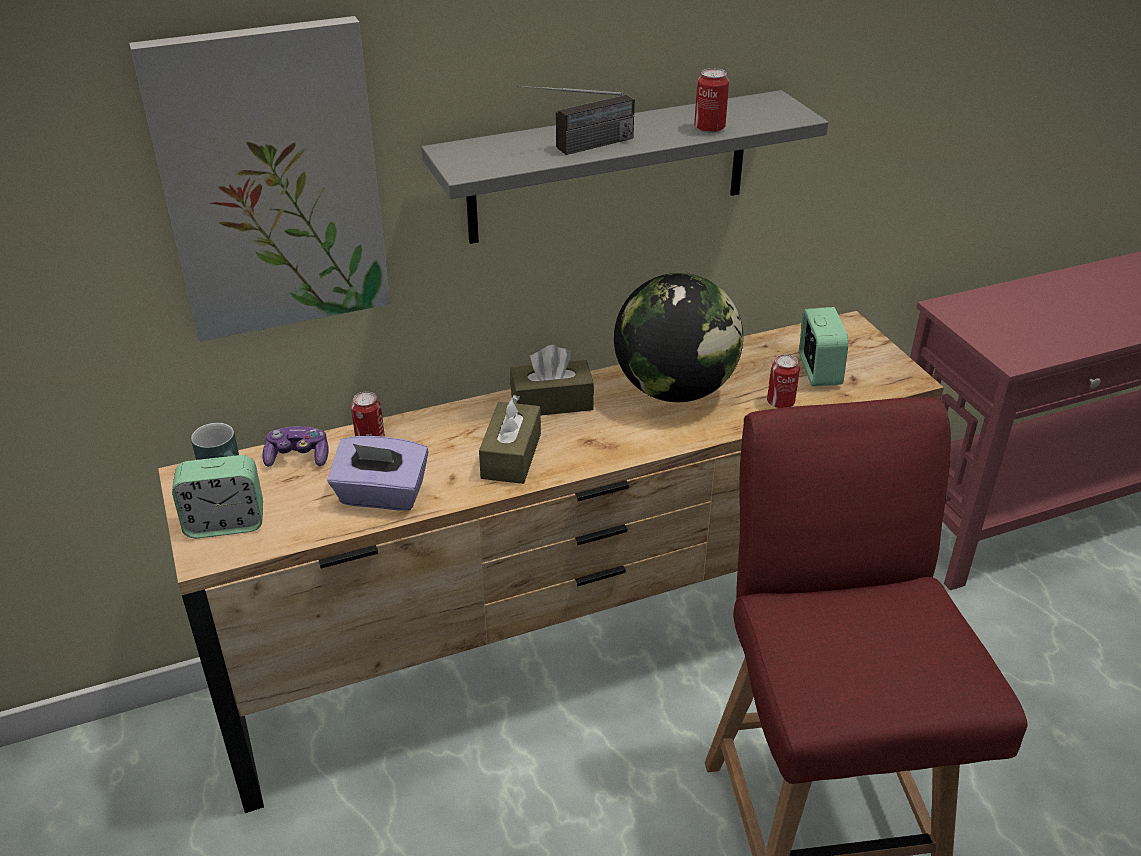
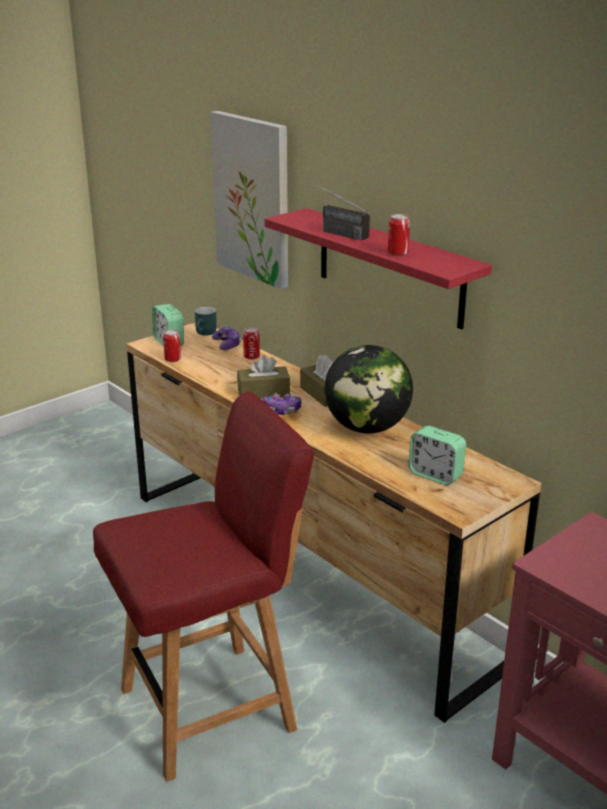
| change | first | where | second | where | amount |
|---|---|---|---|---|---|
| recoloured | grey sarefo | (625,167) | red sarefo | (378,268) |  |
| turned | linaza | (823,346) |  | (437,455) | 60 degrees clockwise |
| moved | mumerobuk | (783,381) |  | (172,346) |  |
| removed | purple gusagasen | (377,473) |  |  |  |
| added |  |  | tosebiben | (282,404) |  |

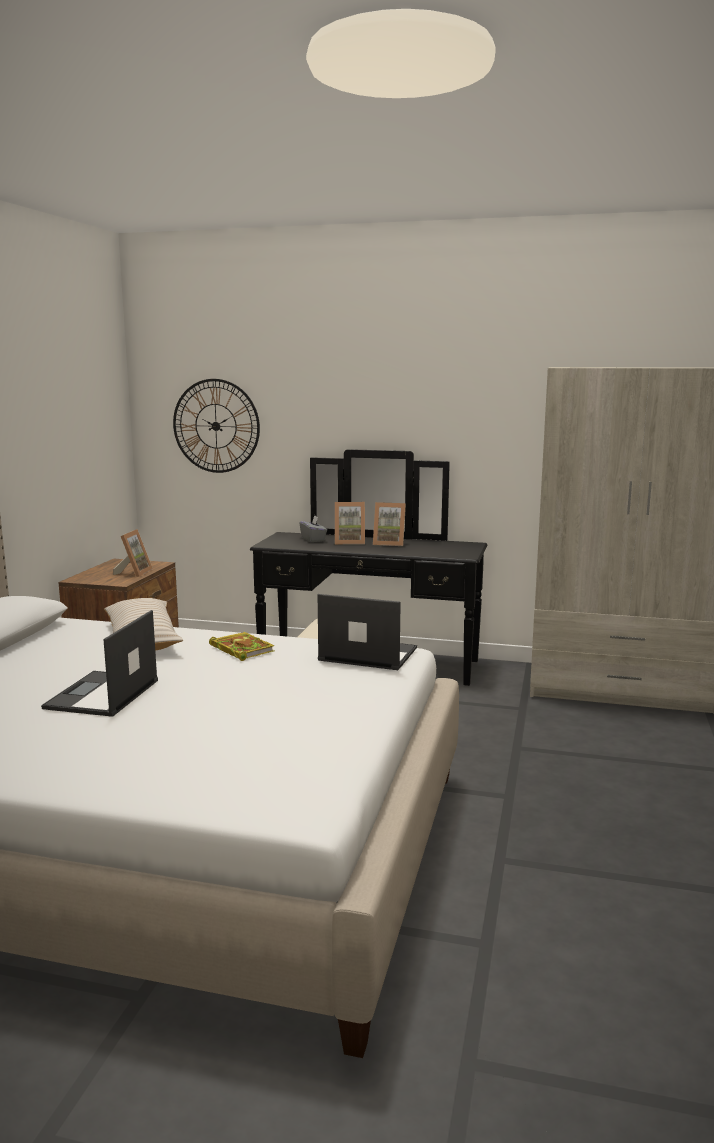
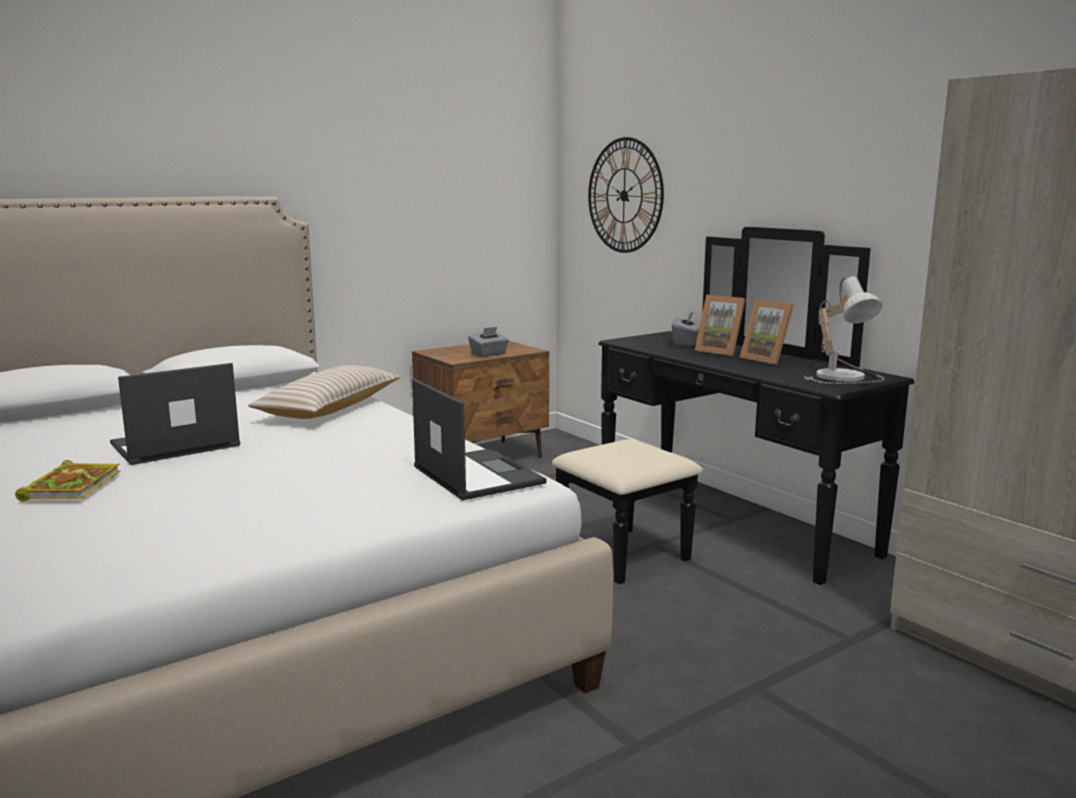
| change | first | where | second | where | amount |
|---|---|---|---|---|---|
| replaced | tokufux | (133,553) | grey gusagasen | (488,342) |  |
| moved | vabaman | (241,646) |  | (67,481) |  |
| added |  |  | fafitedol | (844,330) |  |

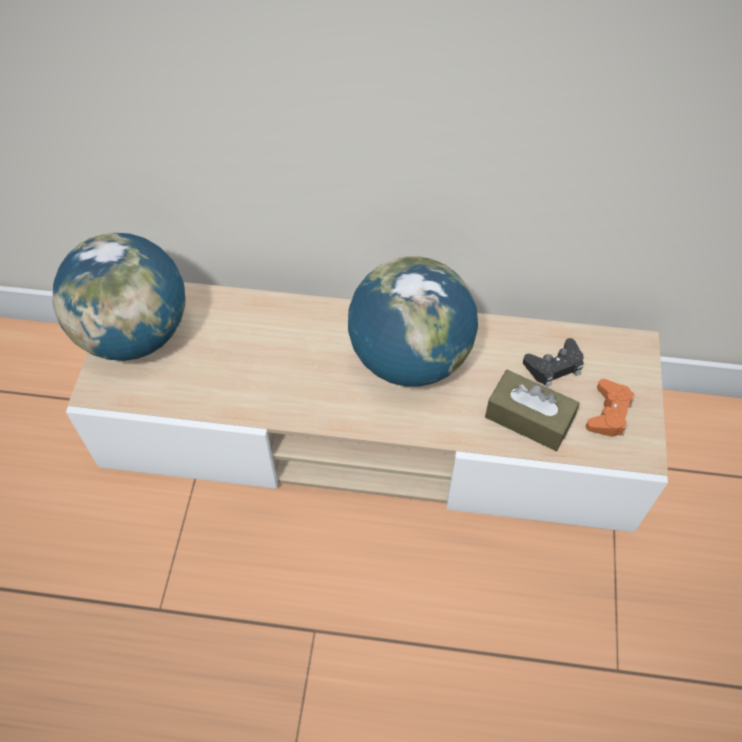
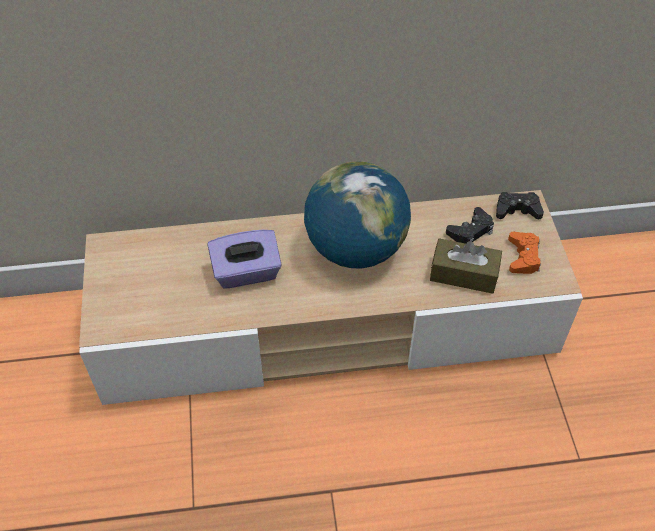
| change | first | where | second | where | amount |
|---|---|---|---|---|---|
| removed | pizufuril | (119,297) |  |  |  |
| added |  |  | black tosebiben | (520,205) |  |
| added |  |  | purple gusagasen | (245,259) |  |

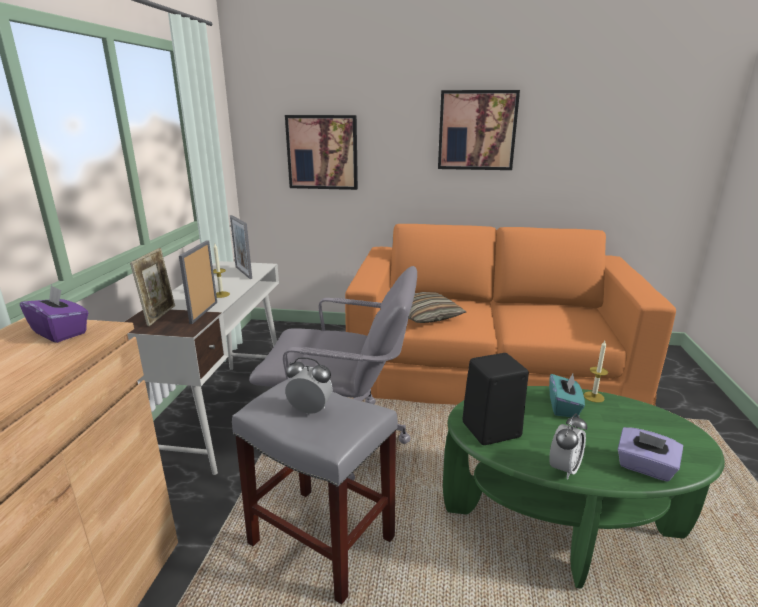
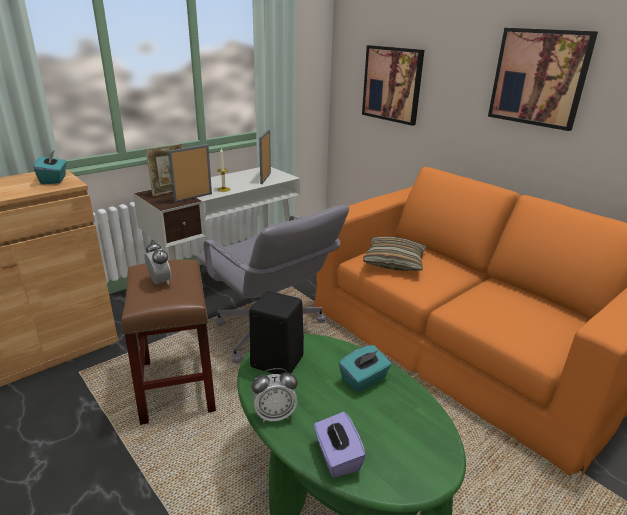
| change | first | where | second | where | amount |
|---|---|---|---|---|---|
| recoloured | purple gusagasen | (54,314) | turquoise gusagasen | (50,167) |  |
| removed | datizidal | (596,372) |  |  |  |
| recoloured | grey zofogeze | (315,491) | brown zofogeze | (169,342) |  |

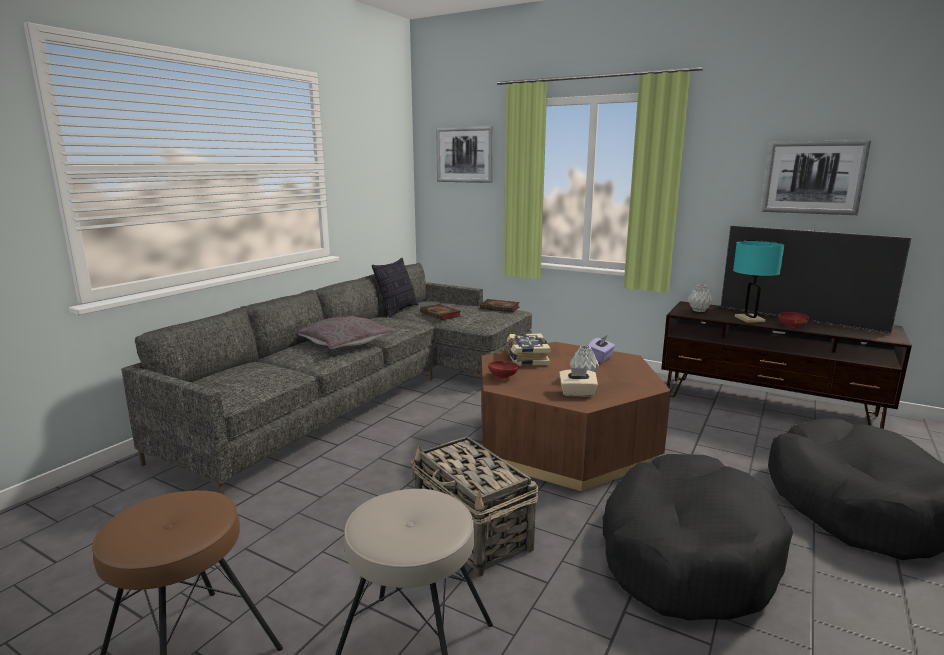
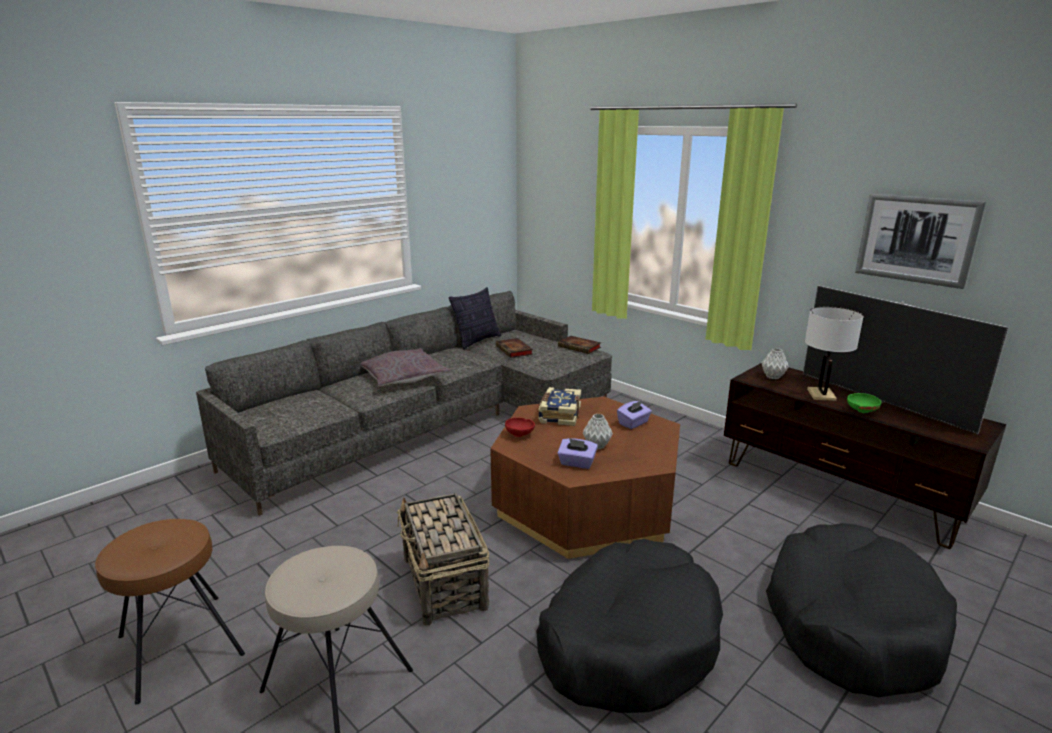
| change | first | where | second | where | amount |
|---|---|---|---|---|---|
| removed | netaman | (465,154) |  |  |  |
| recoloured | turquoise fafitedol | (758,281) | white fafitedol | (834,354) |  |
| recoloured | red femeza | (794,320) | green femeza | (864,403) |  |
| recoloured | beige gusagasen | (578,382) | purple gusagasen | (578,453) |  |

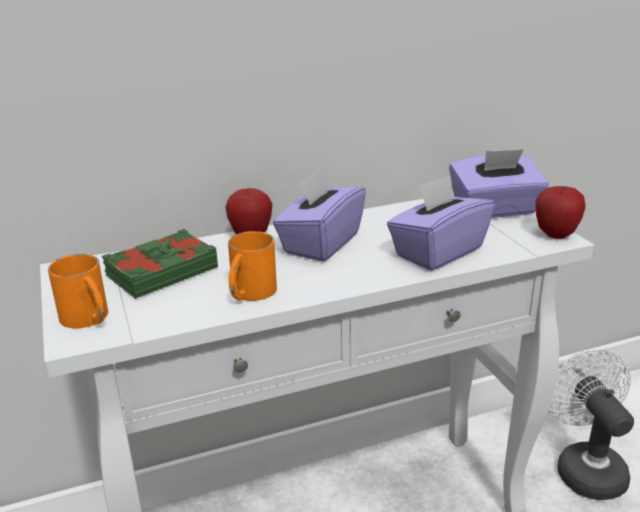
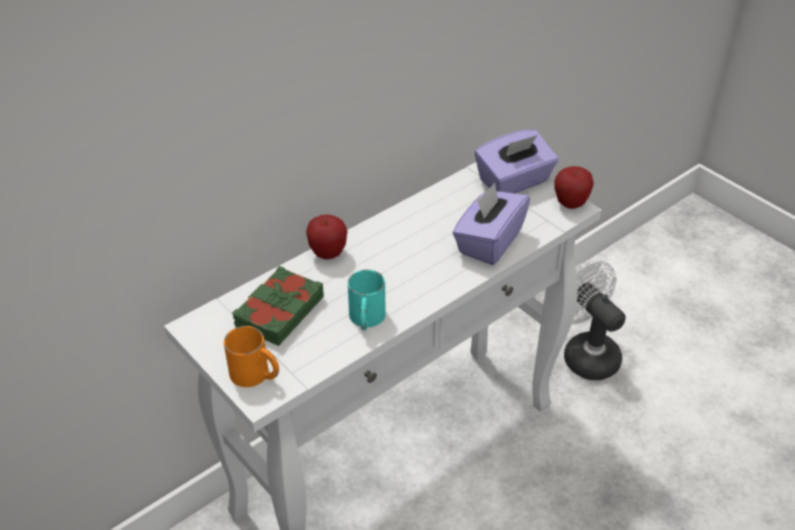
| change | first | where | second | where | amount |
|---|---|---|---|---|---|
| removed | purple gusagasen | (319,215) |  |  |  |
| recoloured | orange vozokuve | (252,266) | turquoise vozokuve | (367,300) |  |

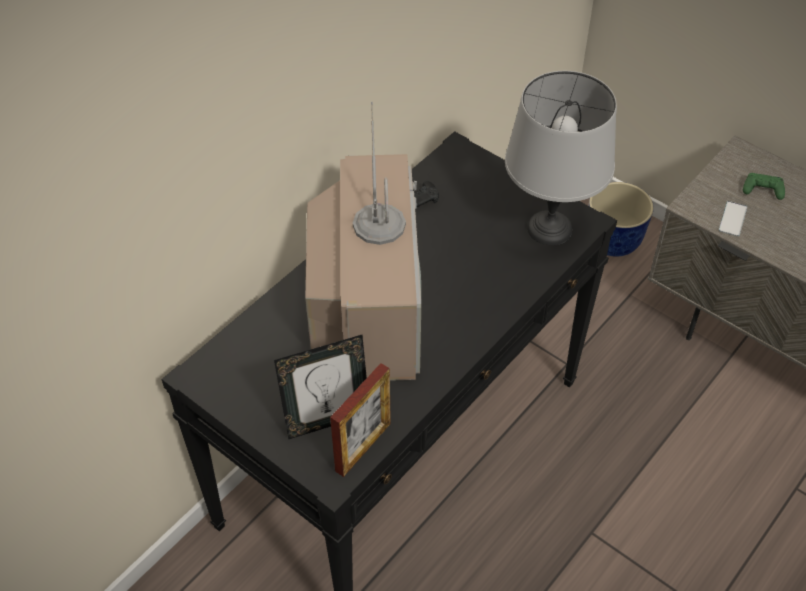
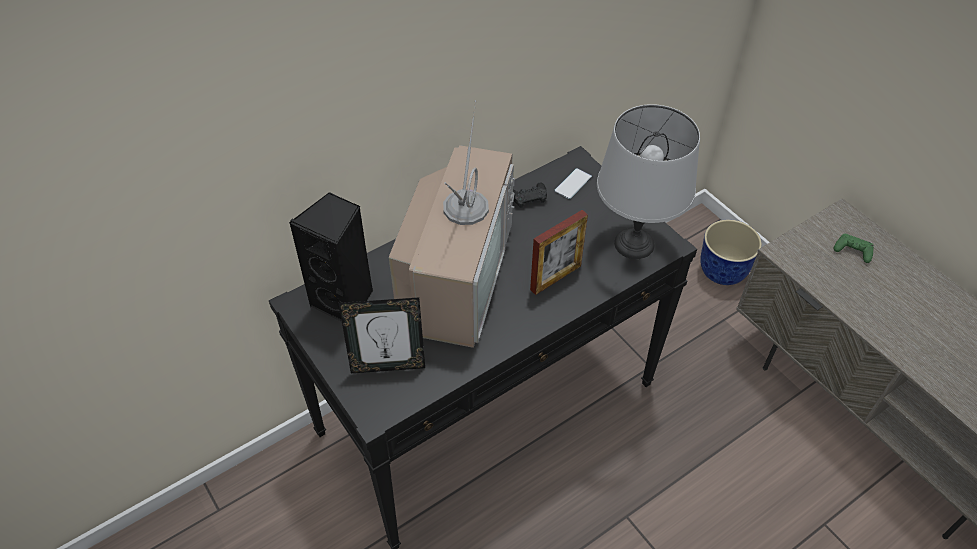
| change | first | where | second | where | amount |
|---|---|---|---|---|---|
| moved | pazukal | (733,218) |  | (573,183) |  |
| moved | tokufux | (360,420) |  | (559,252) |  |
| added |  |  | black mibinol | (331,257) |  |

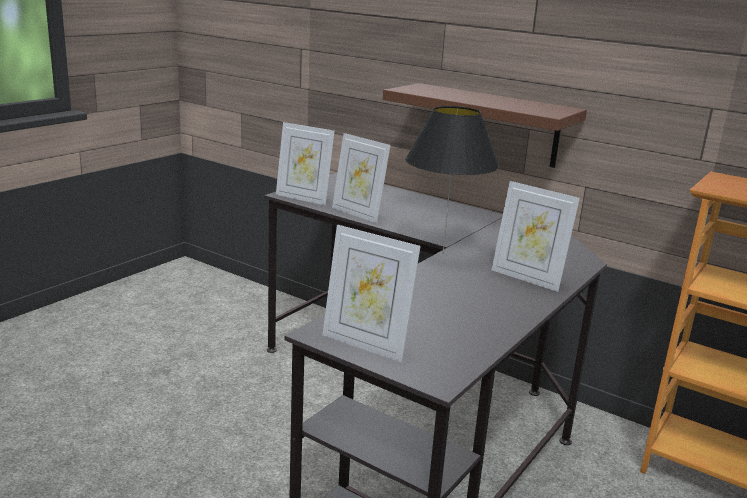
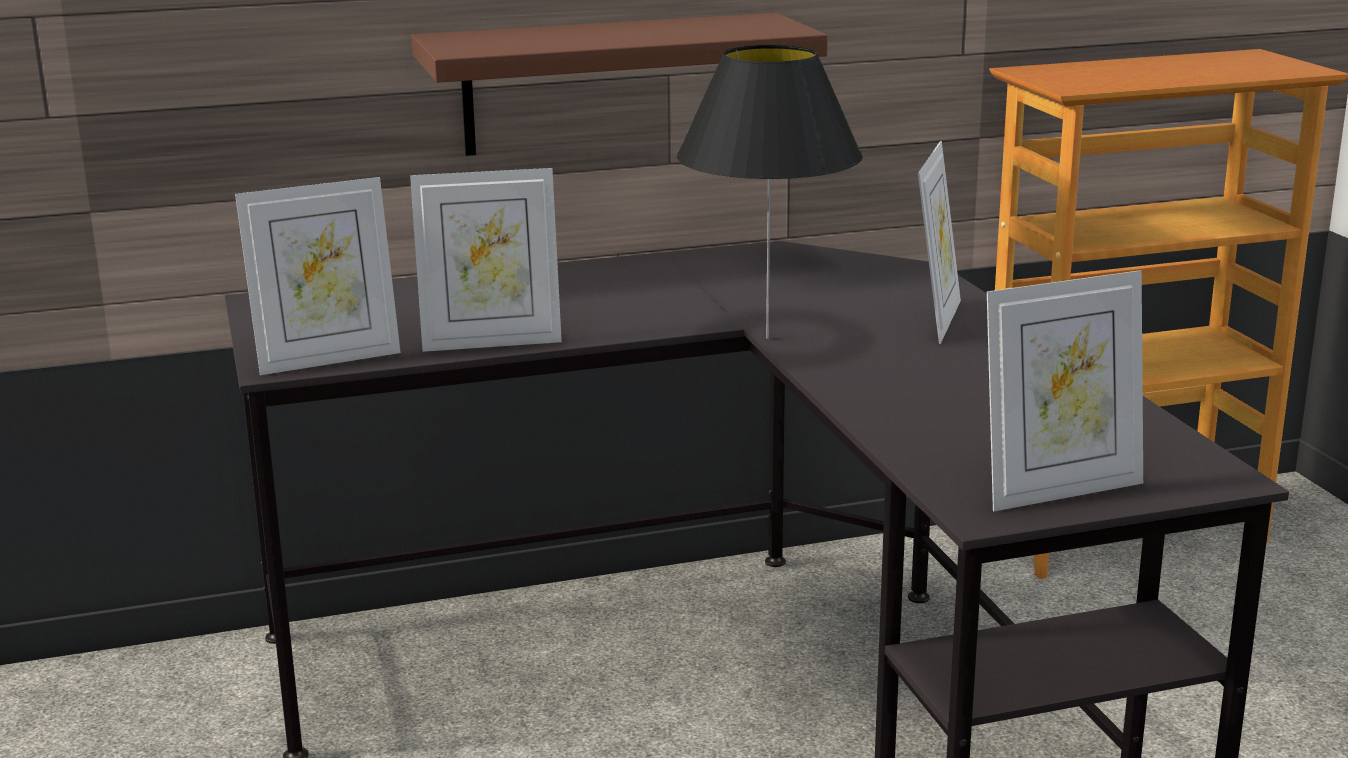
| change | first | where | second | where | amount |
|---|---|---|---|---|---|
| turned | tokufux | (535,236) |  | (939,242) | 60 degrees counterclockwise |

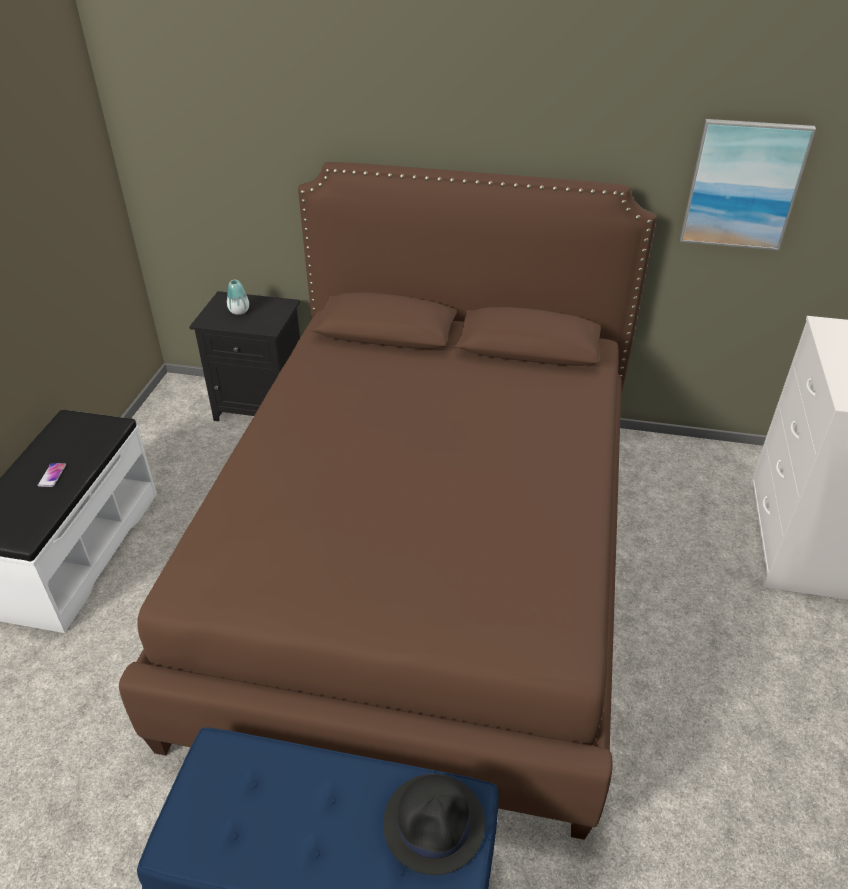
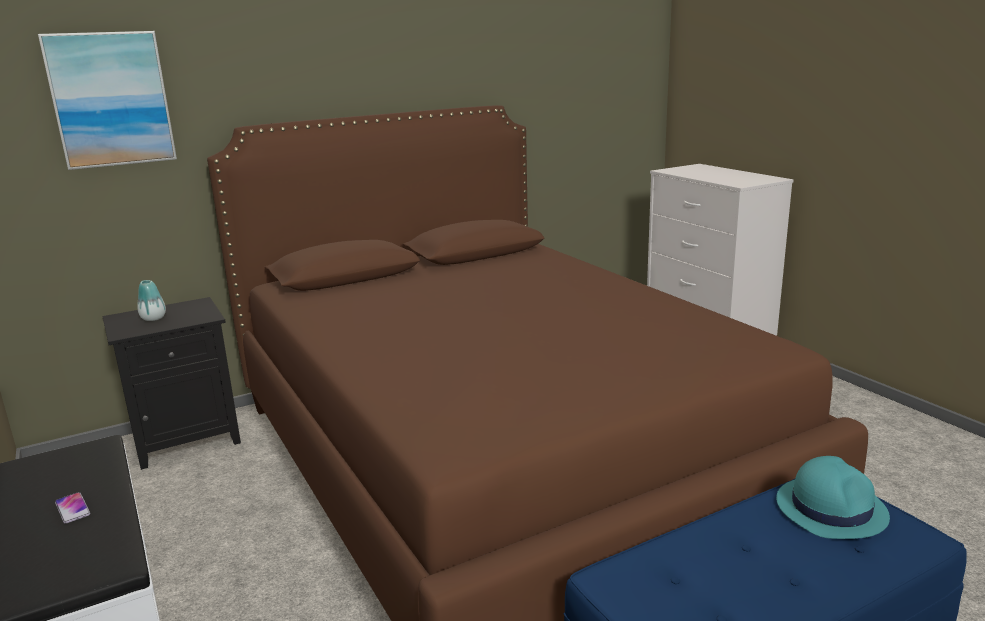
| change | first | where | second | where | amount |
|---|---|---|---|---|---|
| moved | netaman | (748,185) |  | (107,100) |  |
| recoloured | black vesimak | (434,824) | turquoise vesimak | (833,497) |  |

